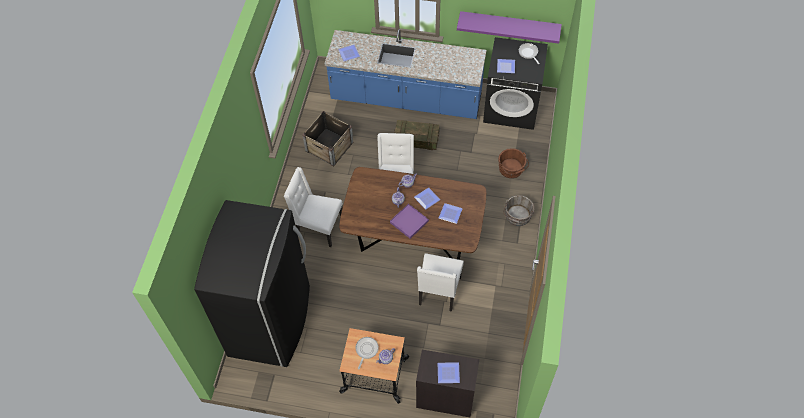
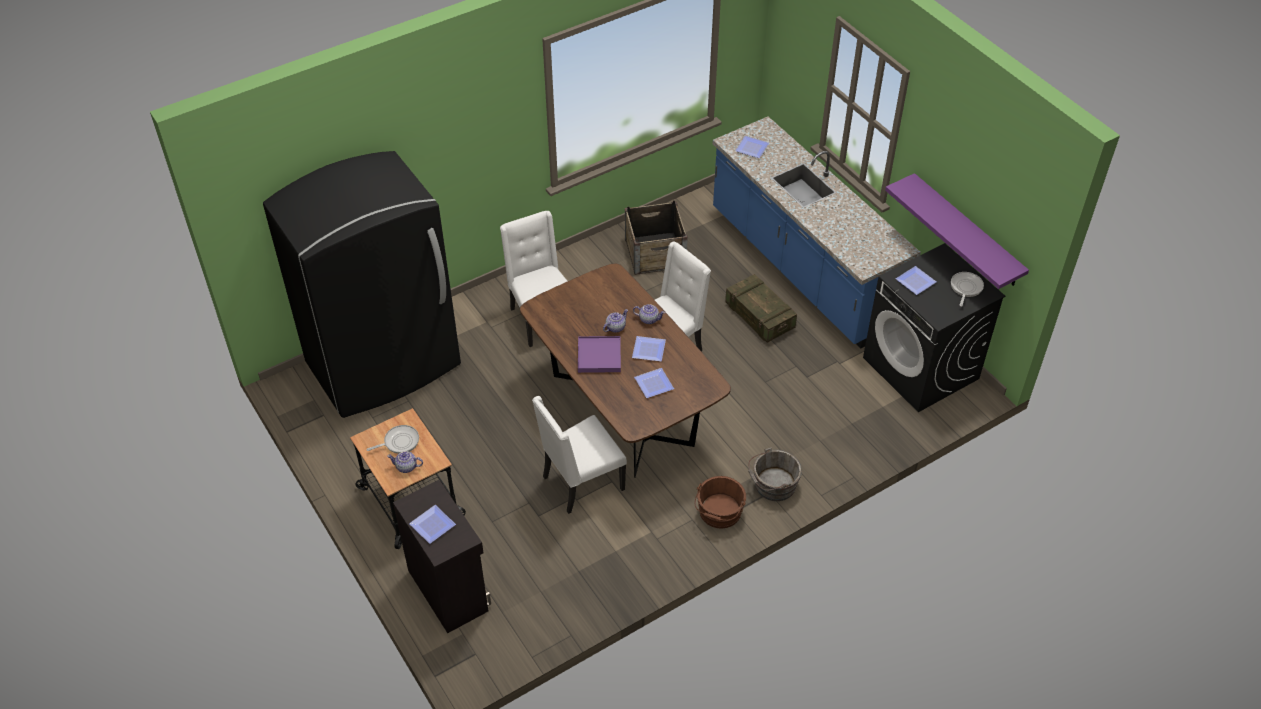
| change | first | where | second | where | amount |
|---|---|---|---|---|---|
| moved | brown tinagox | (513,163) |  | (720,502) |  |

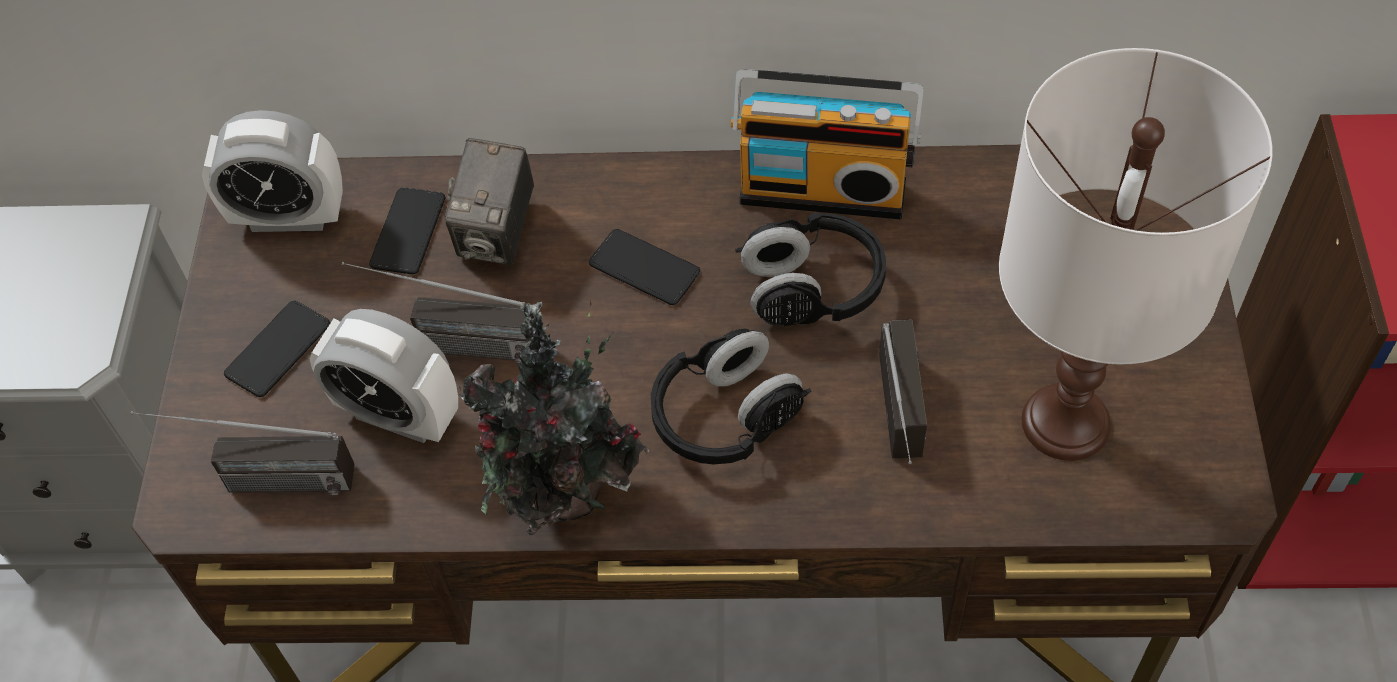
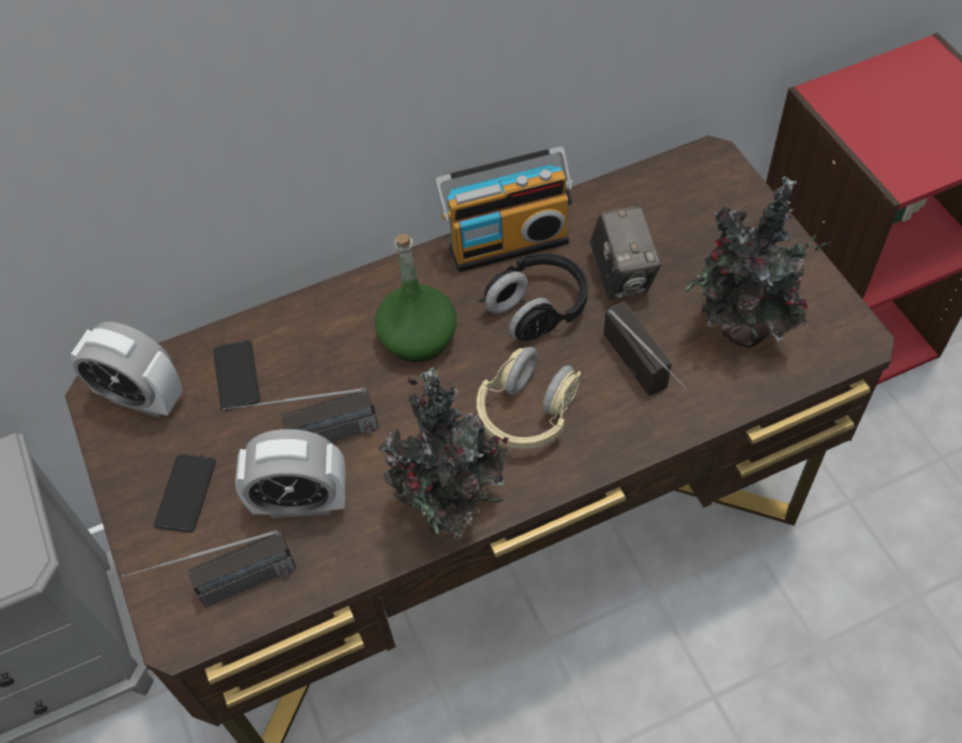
| change | first | where | second | where | amount |
|---|---|---|---|---|---|
| replaced | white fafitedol | (1136,254) | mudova | (759,262) |  |
| turned | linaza | (272,171) |  | (127,369) | 45 degrees clockwise |
| moved | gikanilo | (489,201) |  | (625,253) |  |
| replaced | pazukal | (644,267) | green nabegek | (416,298) |  |
| recoloured | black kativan | (731,396) | beige kativan | (529,397) |  |

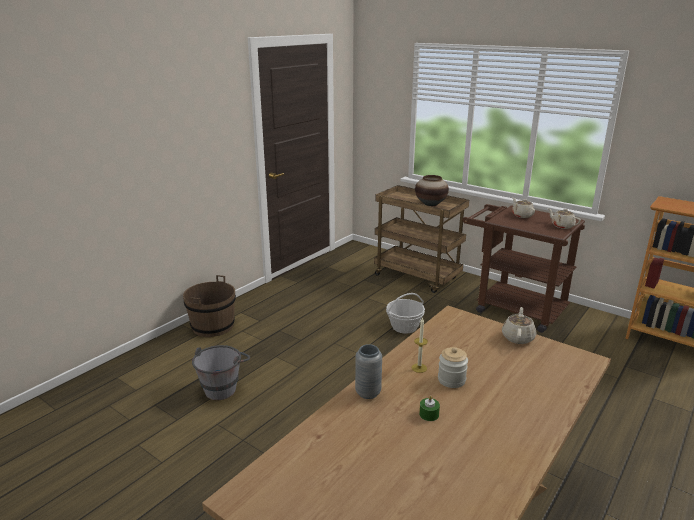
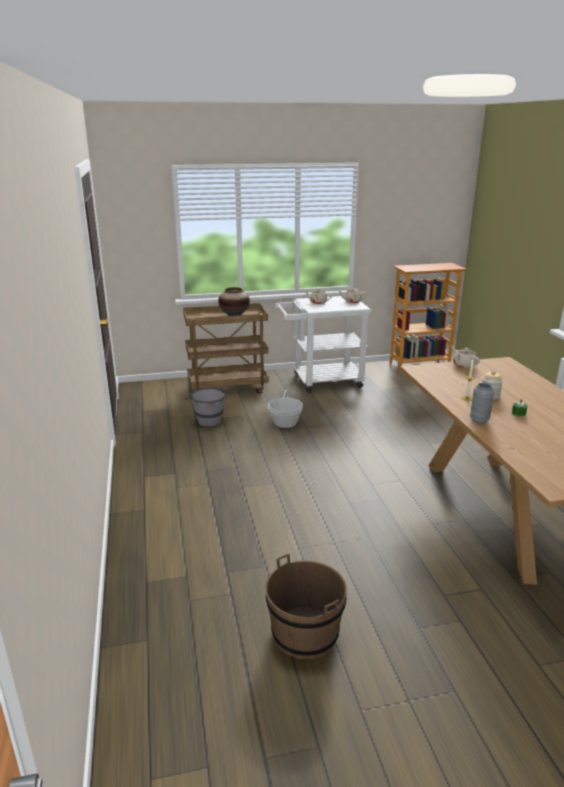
| change | first | where | second | where | amount |
|---|---|---|---|---|---|
| recoloured | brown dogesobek | (523,268) | white dogesobek | (323,344) |  |
| moved | brown tinagox | (209,306) |  | (306,606) |  |
| moved | grey tinagox | (221,372) |  | (205,406) |  |

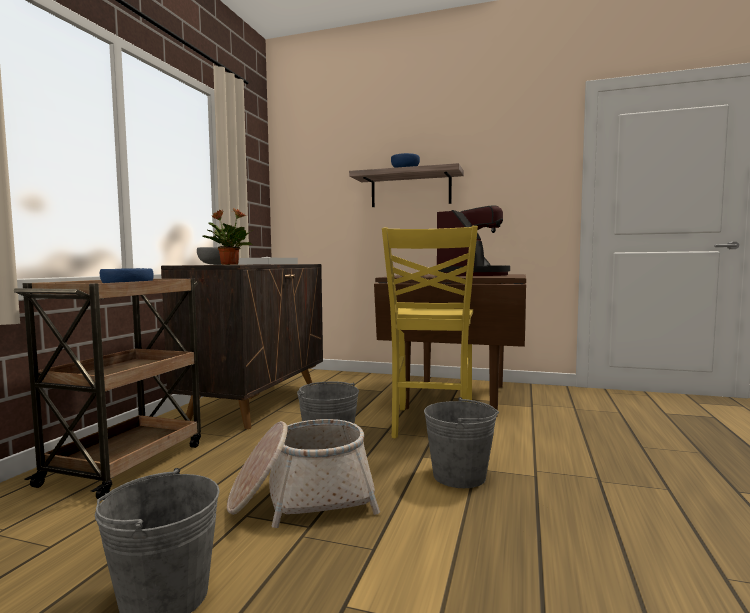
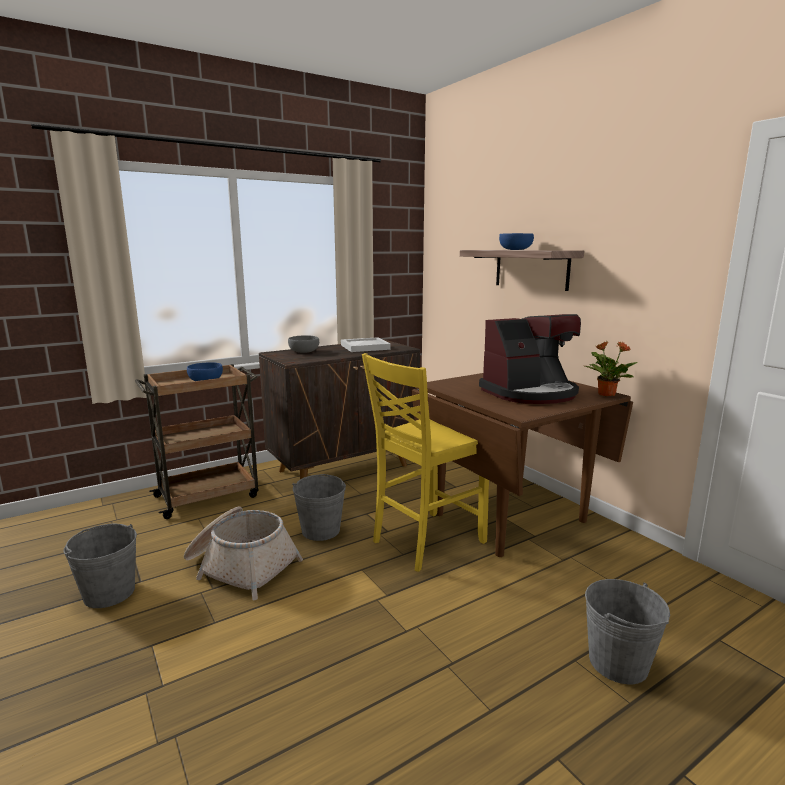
| change | first | where | second | where | amount |
|---|---|---|---|---|---|
| moved | mudova | (229,236) |  | (611,369) |  |
| moved | grey tinagox | (461,442) |  | (627,631) |  |

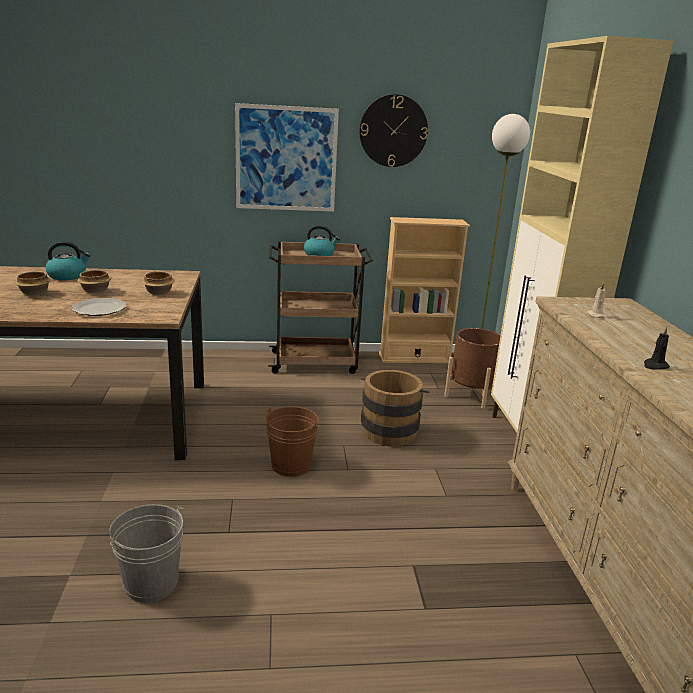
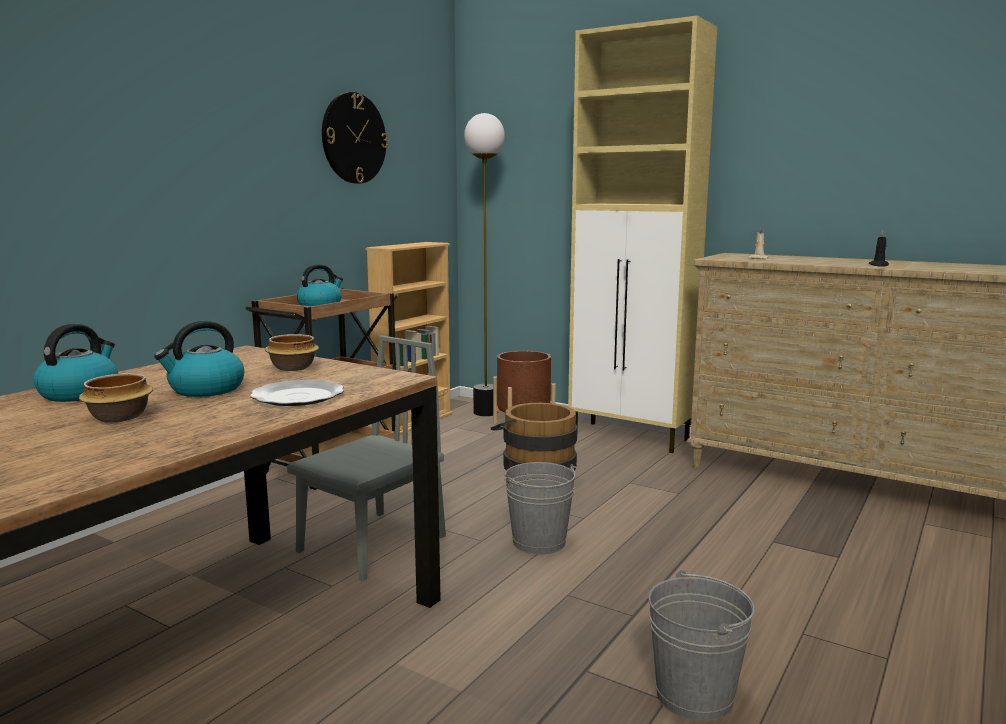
| change | first | where | second | where | amount |
|---|---|---|---|---|---|
| removed | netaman | (287,157) |  |  |  |
| replaced | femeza | (94,282) | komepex | (199,359) |  |
| recoloured | brown tinagox | (292,441) | grey tinagox | (540,508) |  |
| added |  |  | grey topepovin | (366,458) |  |

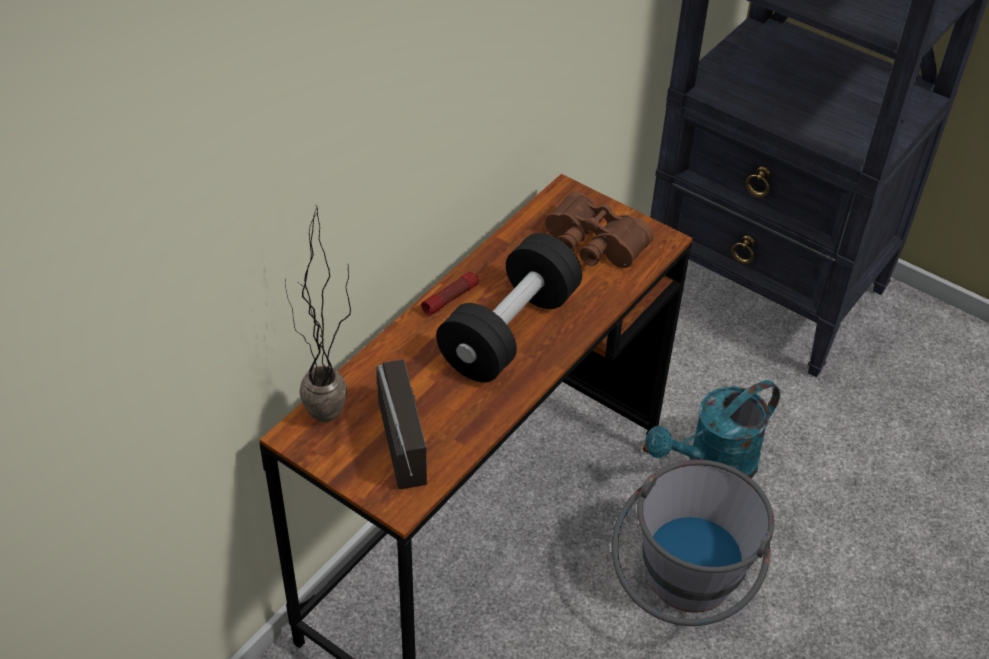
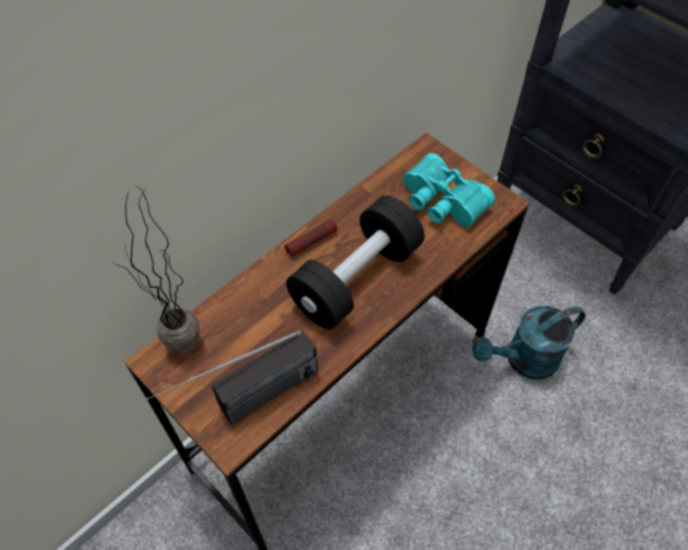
| change | first | where | second | where | amount |
|---|---|---|---|---|---|
| recoloured | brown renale | (599,229) | turquoise renale | (449,190) |  |
| turned | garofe | (401,424) |  | (232,377) | 60 degrees clockwise |
| removed | grey tinagox | (692,543) |  |  |  |

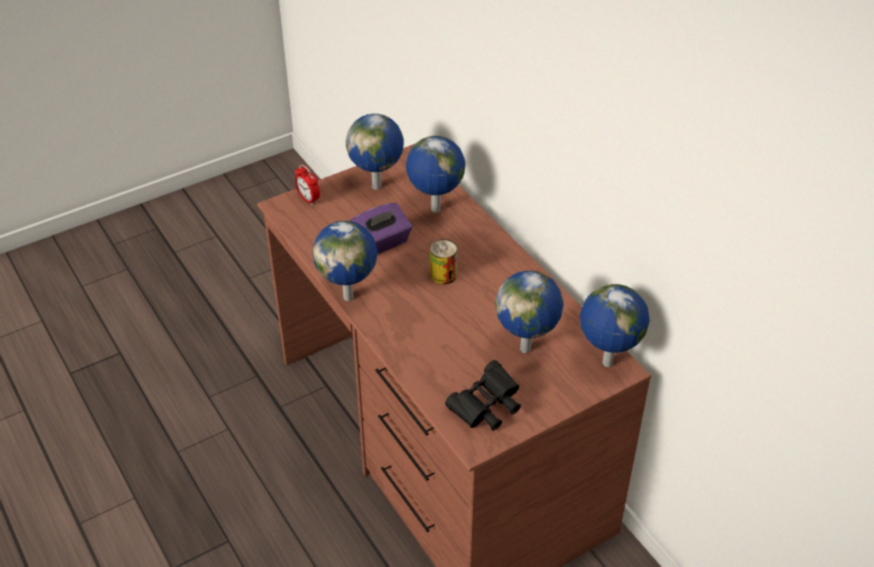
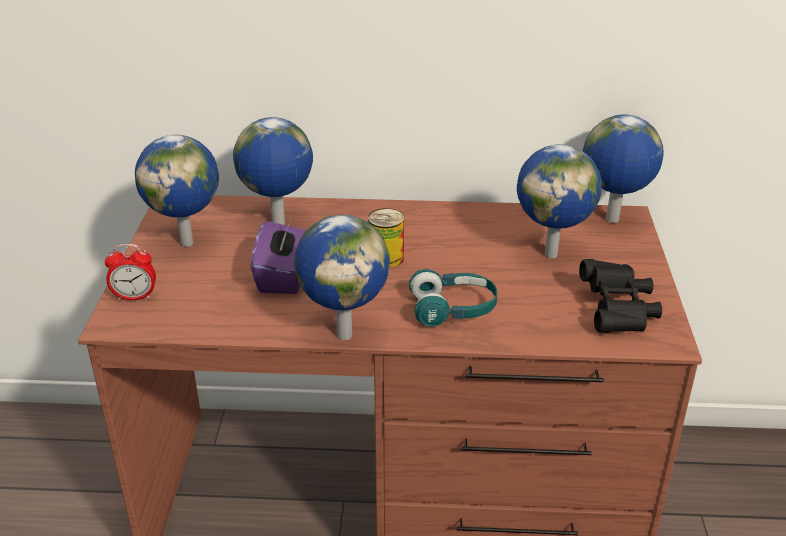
| change | first | where | second | where | amount |
|---|---|---|---|---|---|
| added |  |  | turquoise kativan | (453,298) |  |

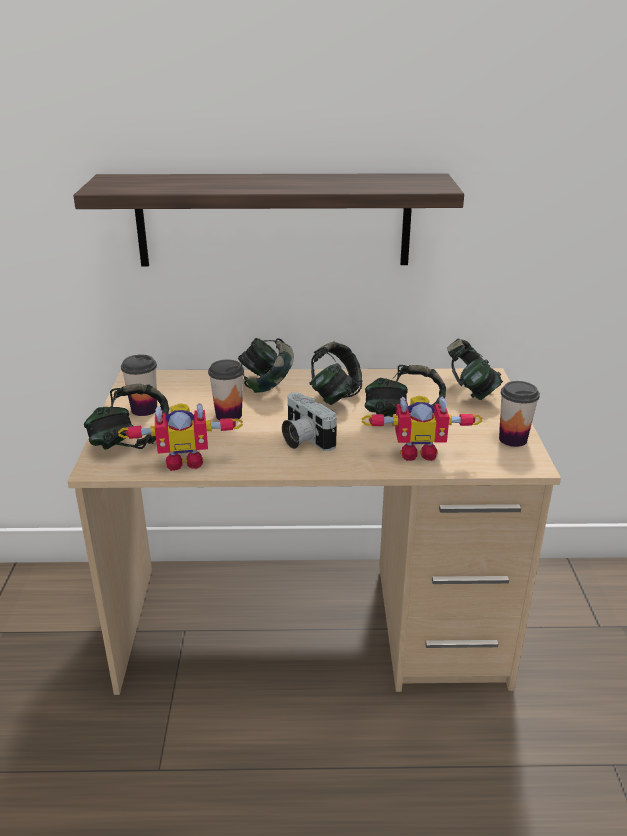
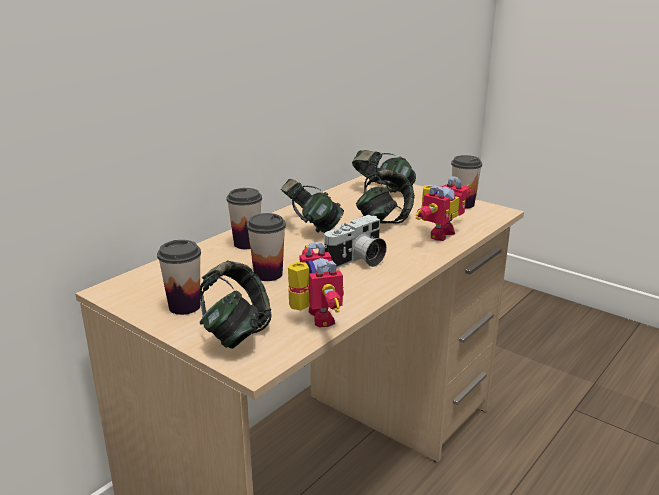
| change | first | where | second | where | amount |
|---|---|---|---|---|---|
| removed | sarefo | (268,219) |  |  |  |
| replaced | kativan | (266,365) | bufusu | (244,218) |  |
| turned | gikanilo | (309,421) |  | (355,241) | 45 degrees counterclockwise |
| turned | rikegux | (180,437) |  | (316,285) | 45 degrees counterclockwise |

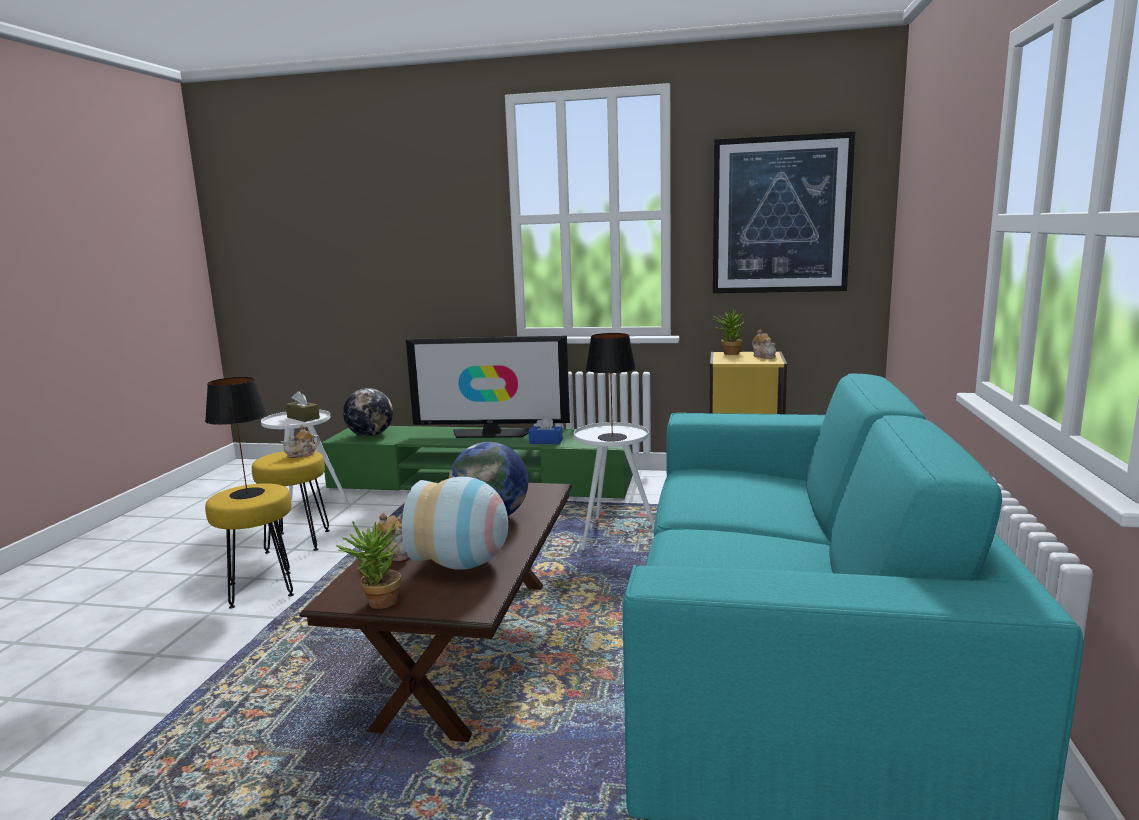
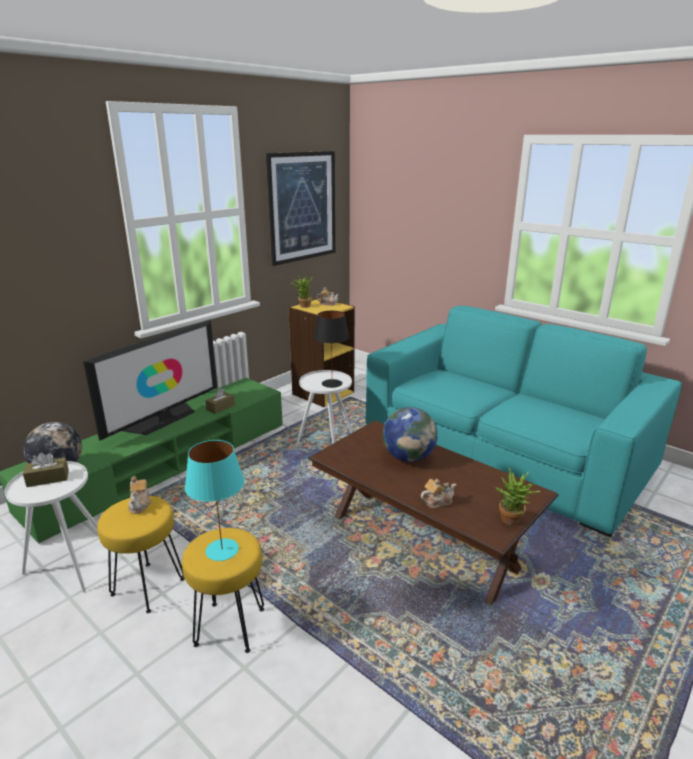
| change | first | where | second | where | amount |
|---|---|---|---|---|---|
| recoloured | black fafitedol | (236,438) | turquoise fafitedol | (214,500) |  |
| recoloured | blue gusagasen | (546,430) | brown gusagasen | (220,401) |  |
| removed | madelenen | (455,523) |  |  |  |

